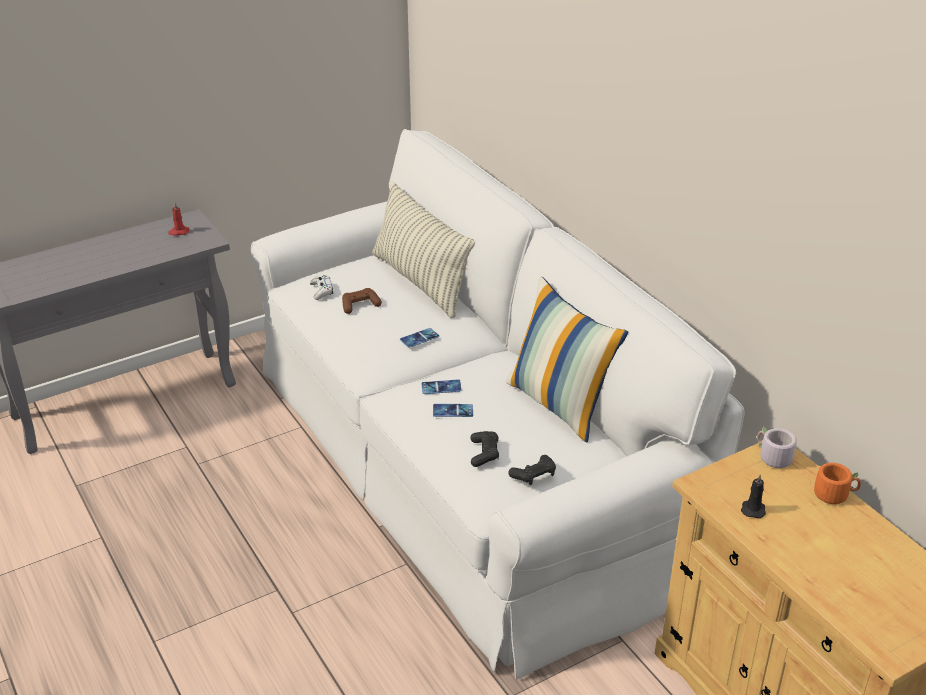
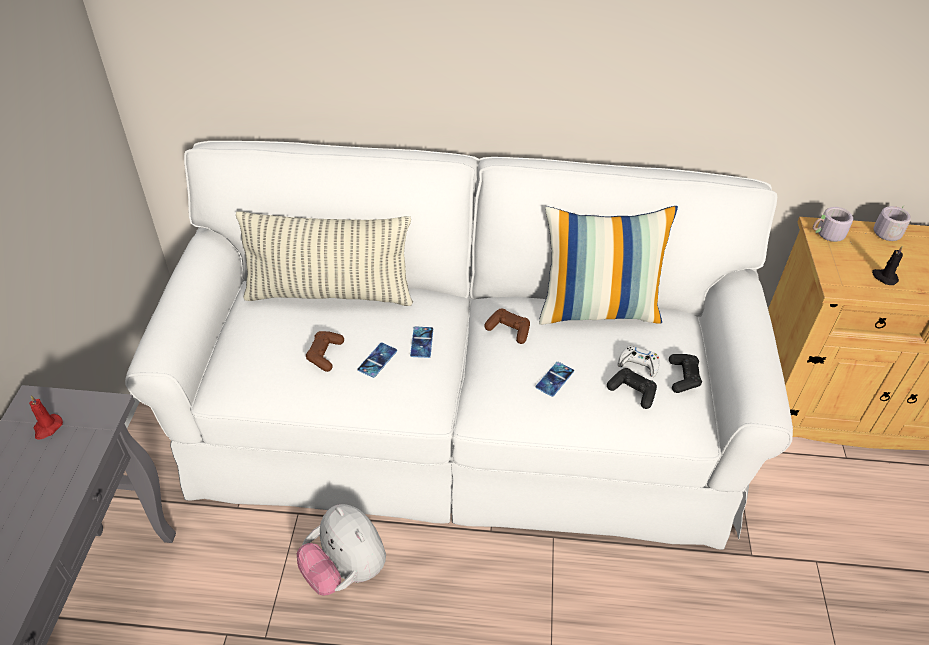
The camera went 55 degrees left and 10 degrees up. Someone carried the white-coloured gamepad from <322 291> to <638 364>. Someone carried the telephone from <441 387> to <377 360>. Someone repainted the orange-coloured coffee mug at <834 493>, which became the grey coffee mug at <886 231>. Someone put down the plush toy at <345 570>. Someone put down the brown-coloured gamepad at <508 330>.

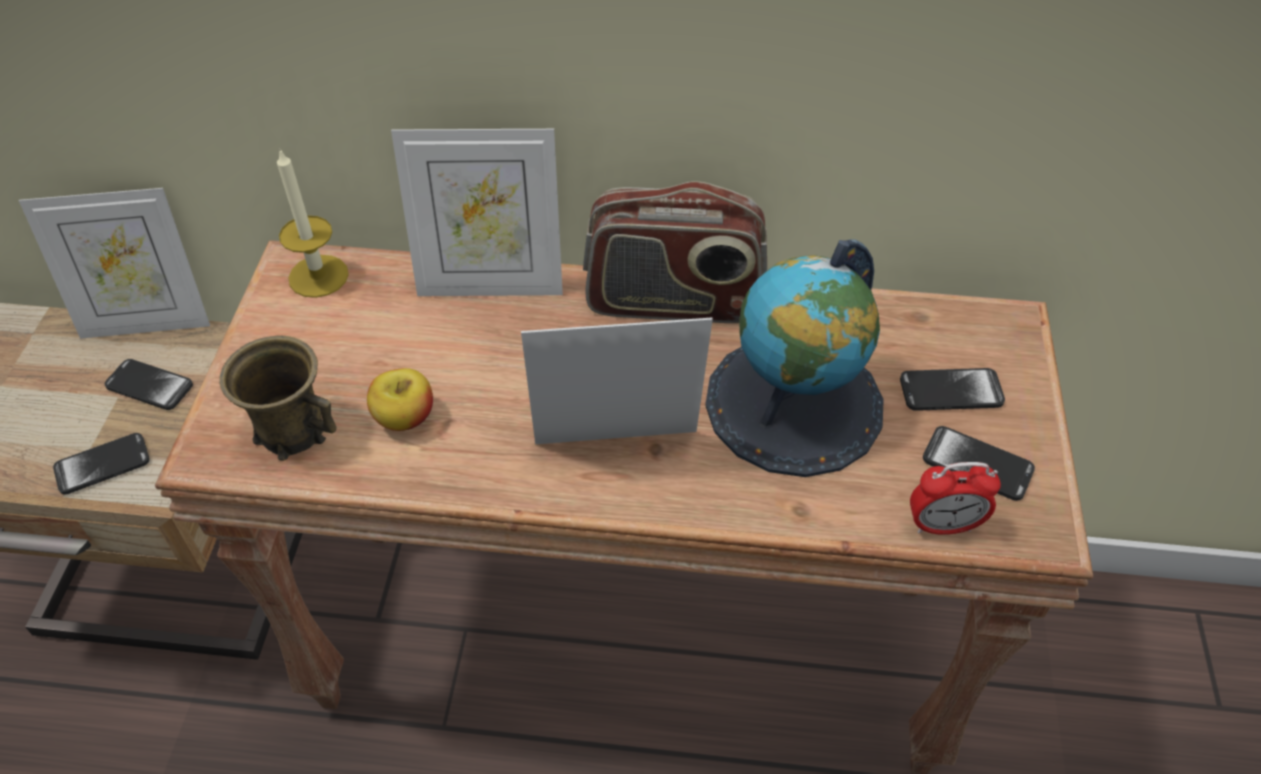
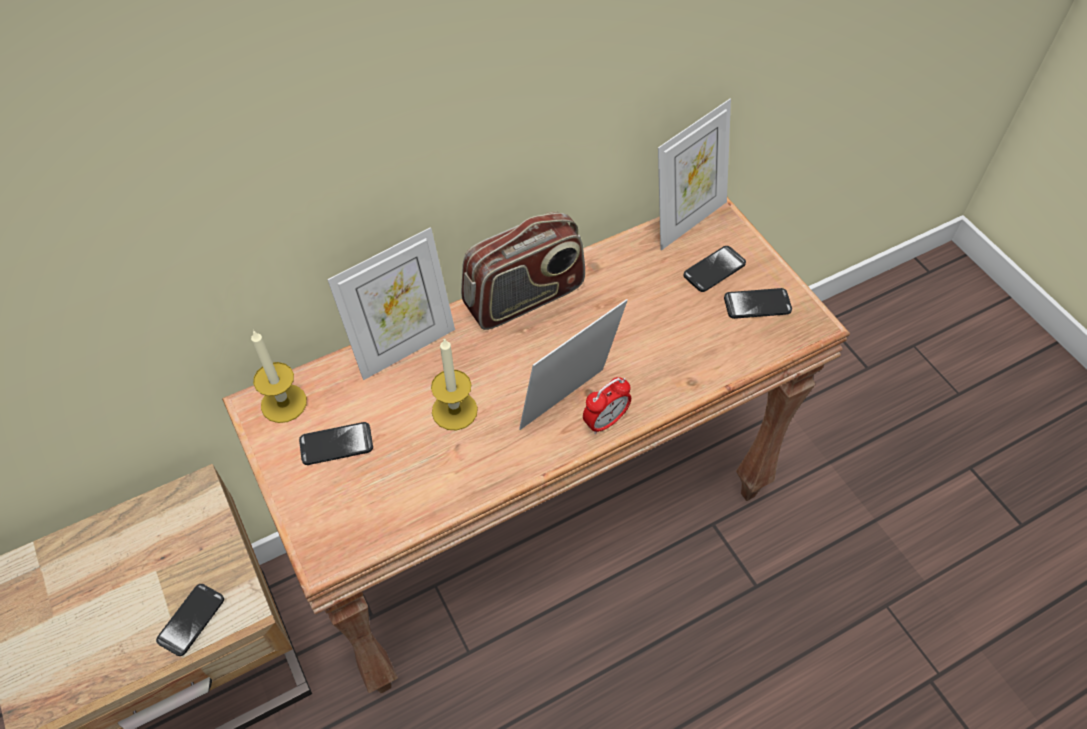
The camera went 35 degrees left and 5 degrees up. Someone carried the photo frame from <147 322> to <686 220>. Someone carried the telephone from <149 386> to <336 444>. Someone took away the brown-coloured coffee mug at <293 430>. Someone took away the whole apple at <404 417>. Someone took away the globe at <794 404>. Someone carried the bedside clock from <943 525> to <605 421>. Someone put down the wax light at <454 410>.

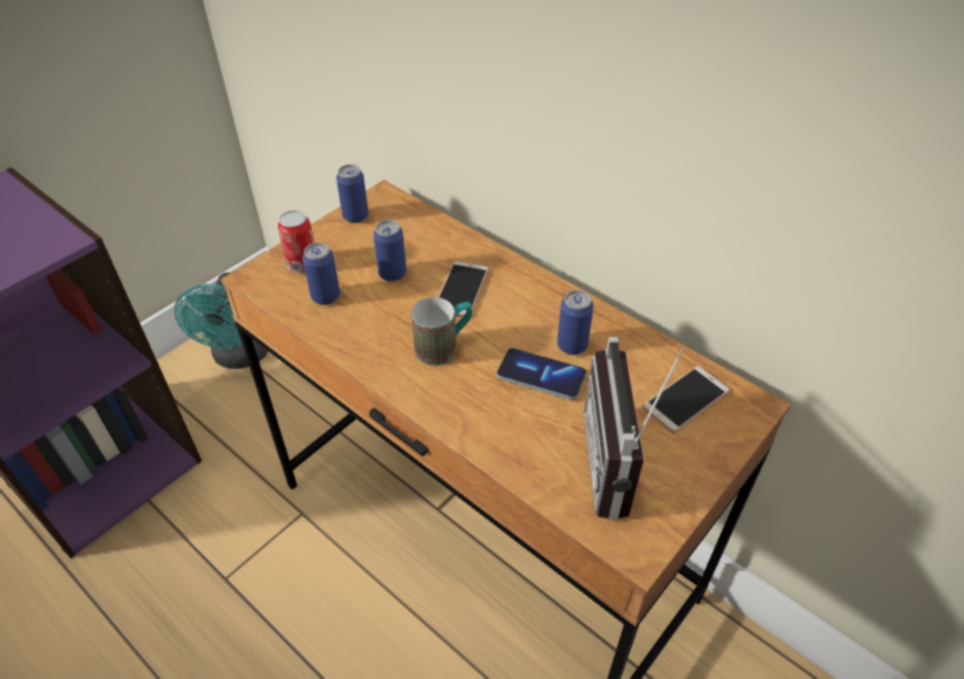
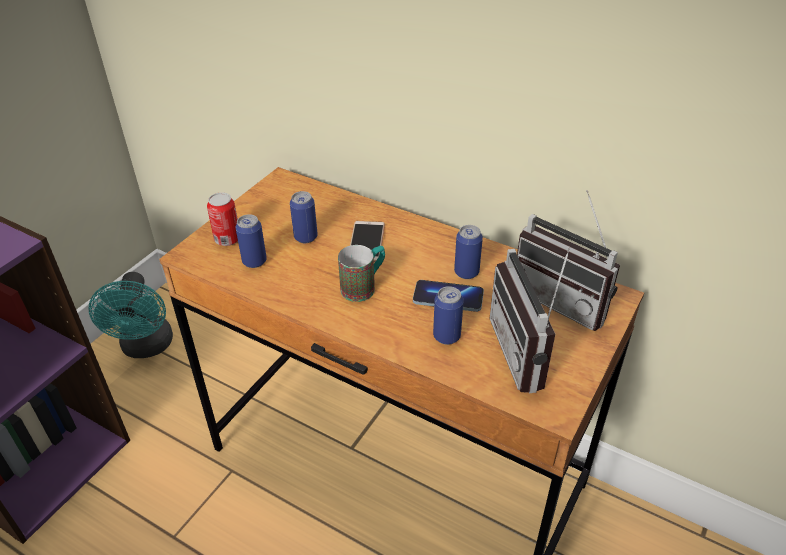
The camera went 10 degrees left and 5 degrees down. Someone carried the can from <355 216> to <446 336>. Someone swapped the telephone at <685 400> for the radio at <565 300>.

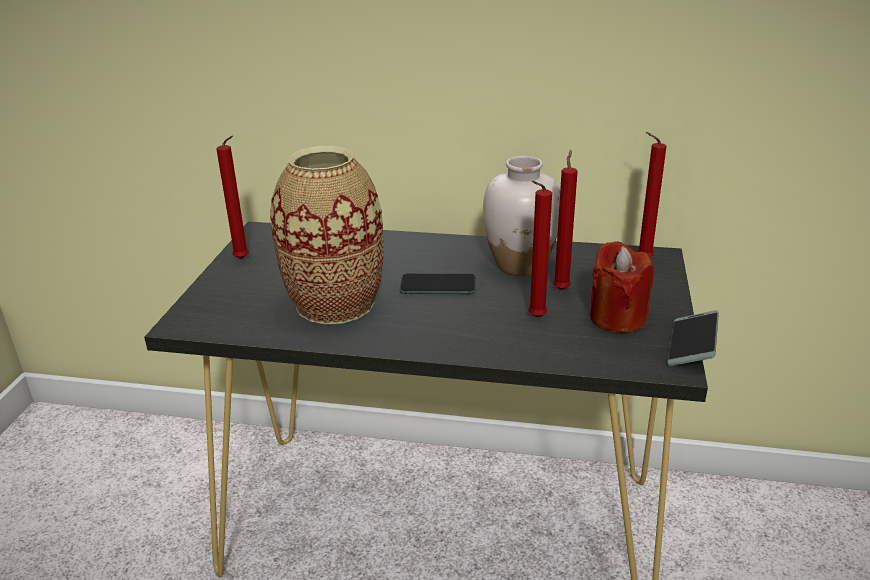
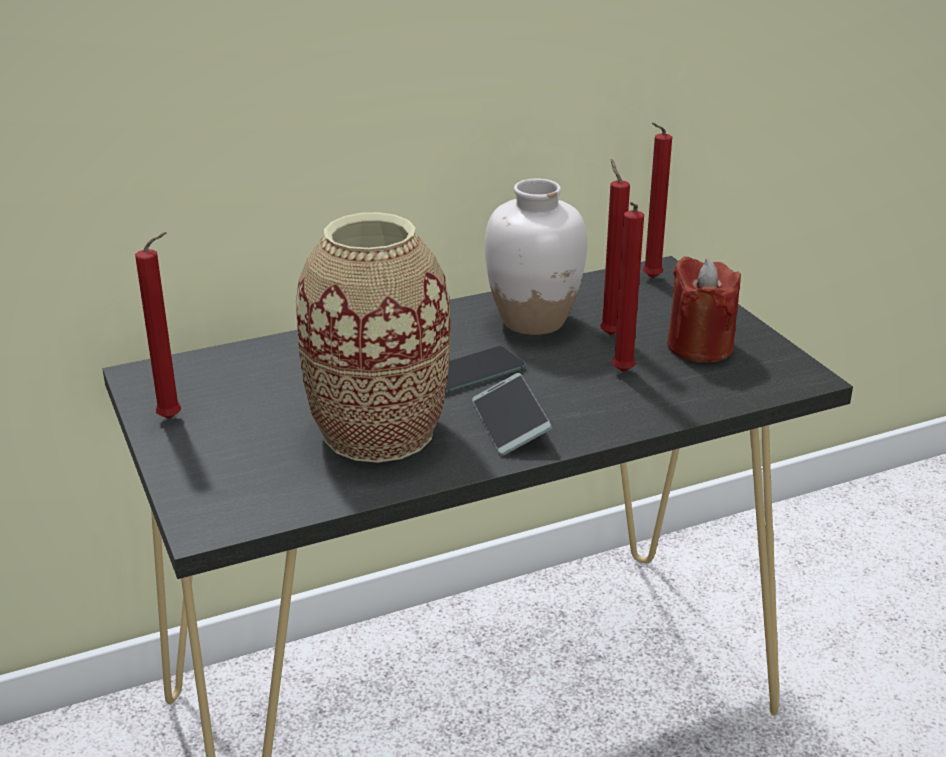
The camera went 35 degrees left and 0 degrees up. Someone carried the telephone from <692 346> to <510 424>.

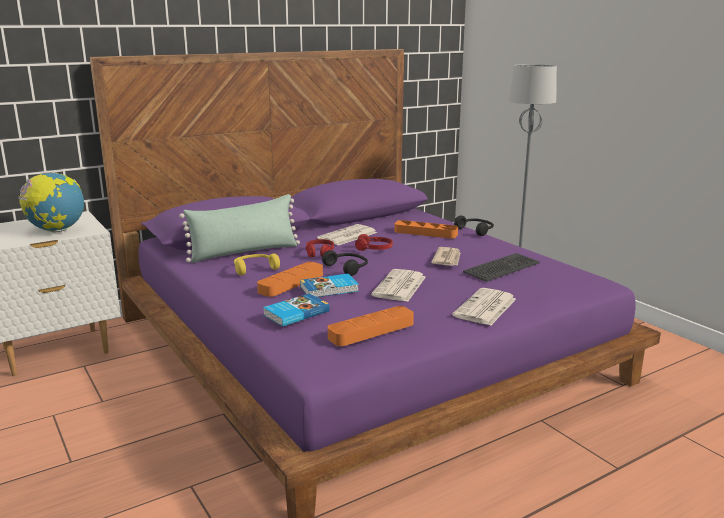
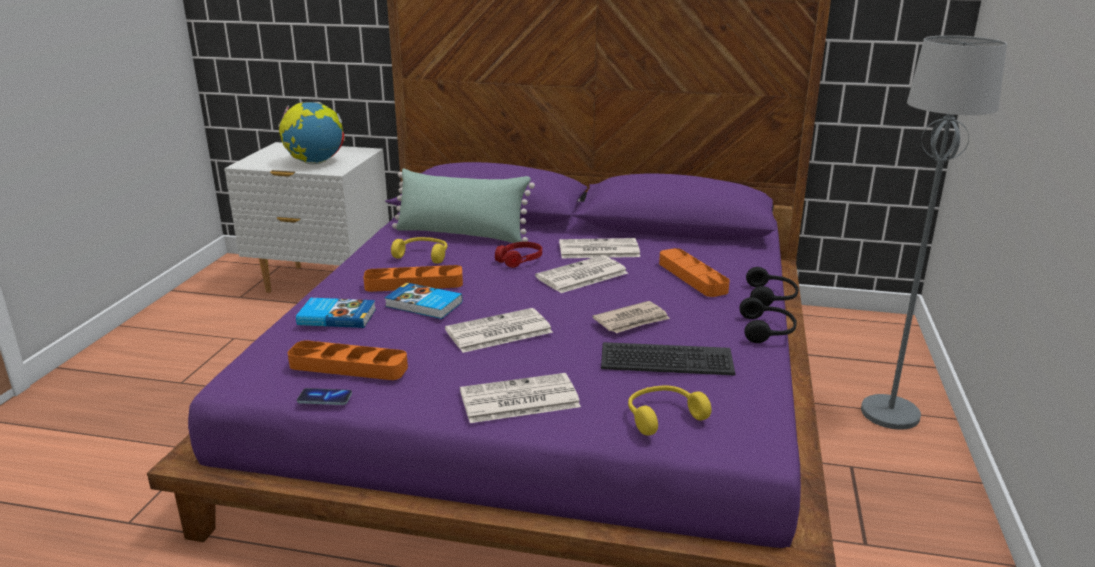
The camera went 45 degrees right and 5 degrees up. Someone carried the black-coloured headset from <348 268> to <767 330>. Someone swapped the red-coloured headset at <374 249> for the printed paper at <581 276>. Someone put down the telephone at <324 398>. Someone put down the yellow headset at <662 416>.

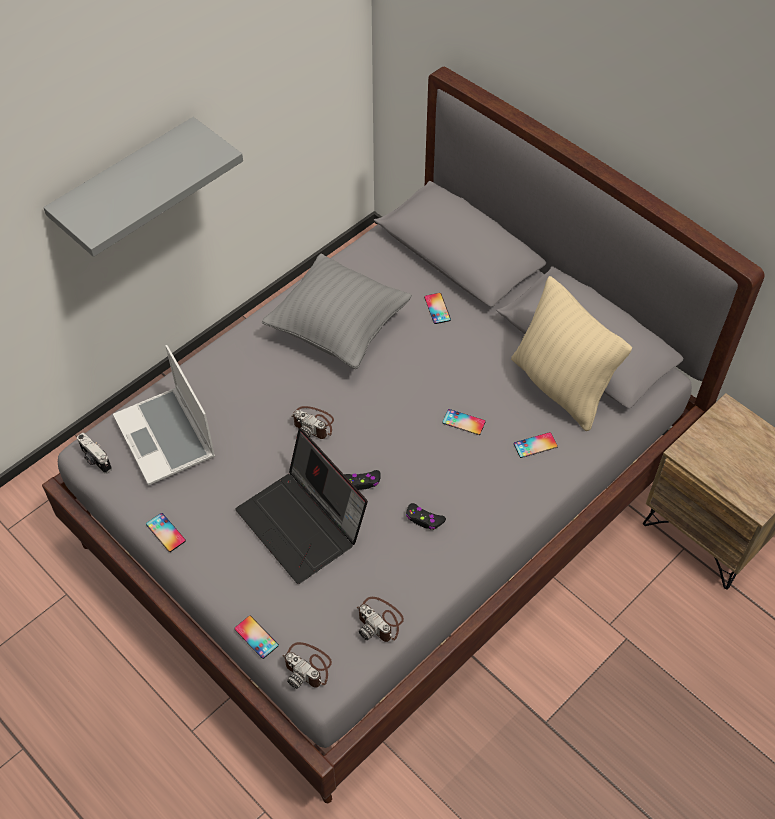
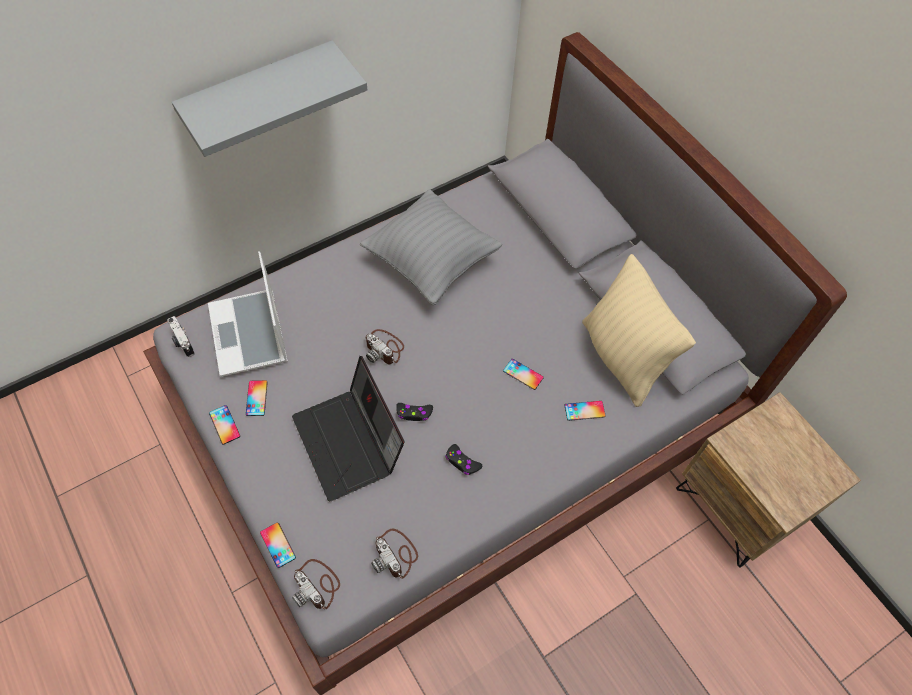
The camera went 10 degrees right and 5 degrees up. Someone carried the telephone from <437 308> to <256 398>.

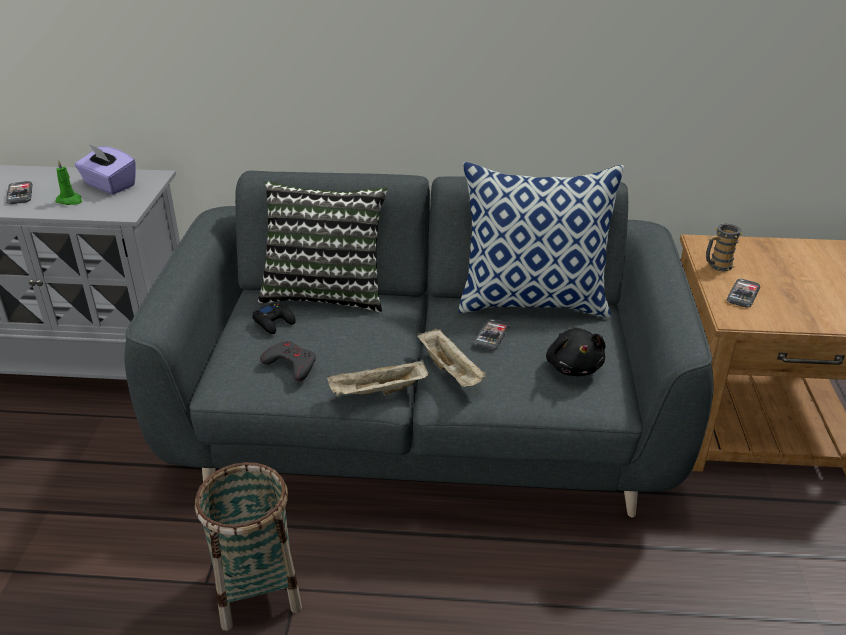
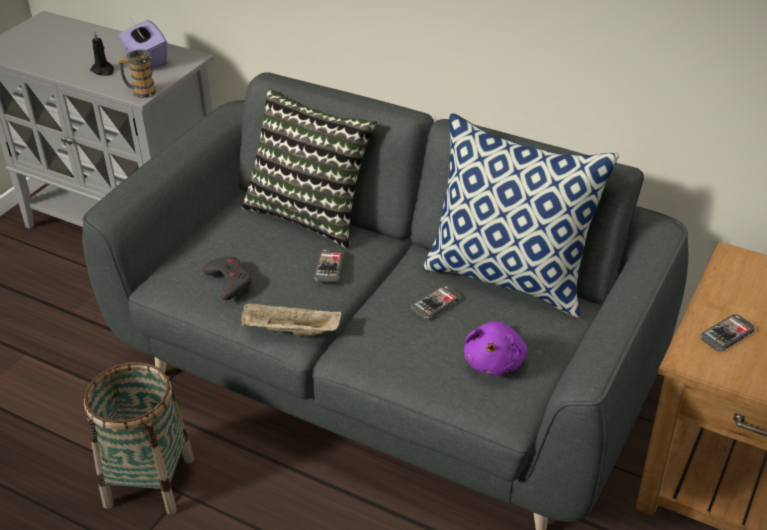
The camera went 25 degrees right and 5 degrees up. Someone carried the telephone from <20 194> to <329 267>. Someone repainted the green-coloured wax light at <70 201>, which became the black-coloured wax light at <103 70>. Someone took away the black-coloured gamepad at <274 322>. Someone took away the sand-coloured tray at <451 371>. Someone repainted the black-coloured plush toy at <573 366>, which became the purple plush toy at <494 361>. Someone carried the coffee mug from <717 266> to <140 92>.

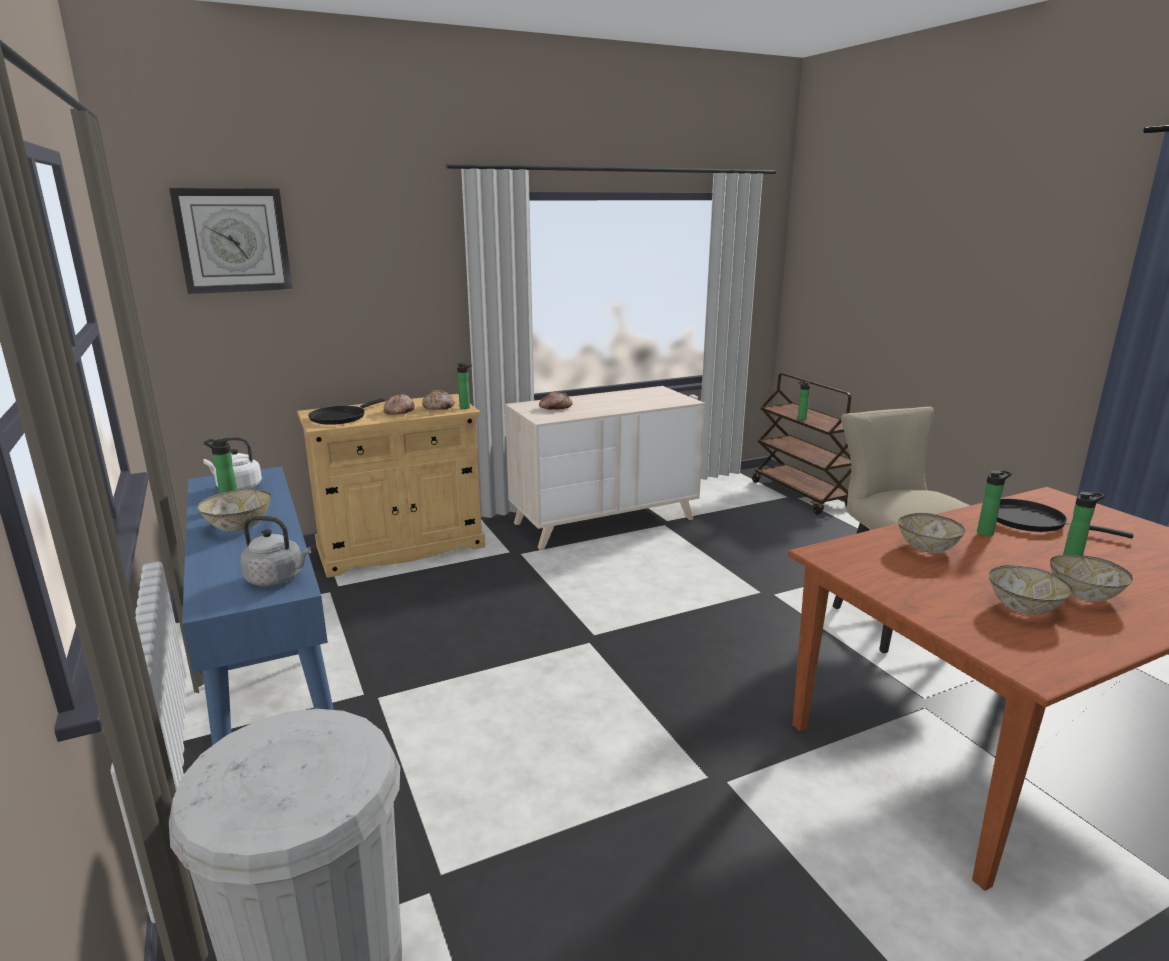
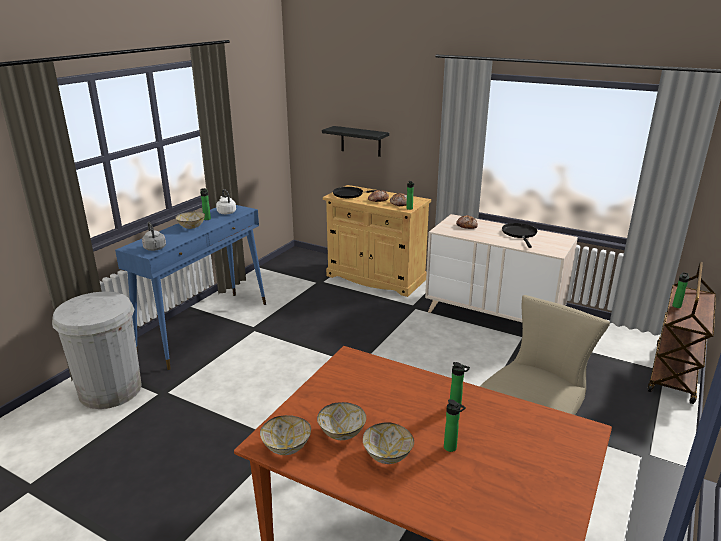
The camera went 55 degrees right and 5 degrees up. Someone took away the clock on the wall at <233 240>. Someone carried the bowl from <927 548> to <287 447>. Someone carried the black-coloured pan from <1030 521> to <519 234>. Someone put up the black-coloured shelf at <360 141>.

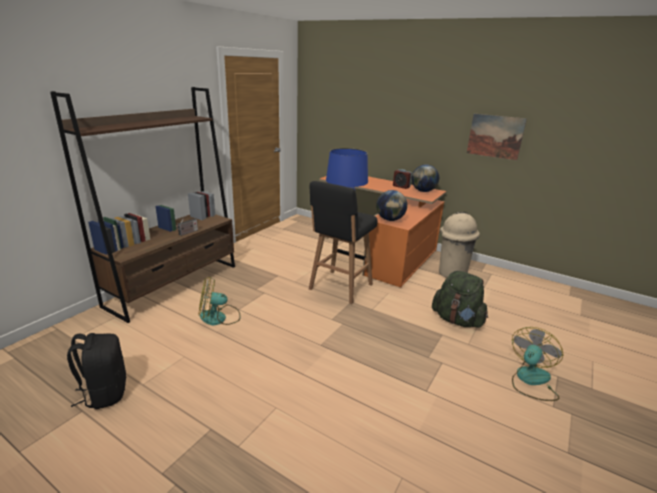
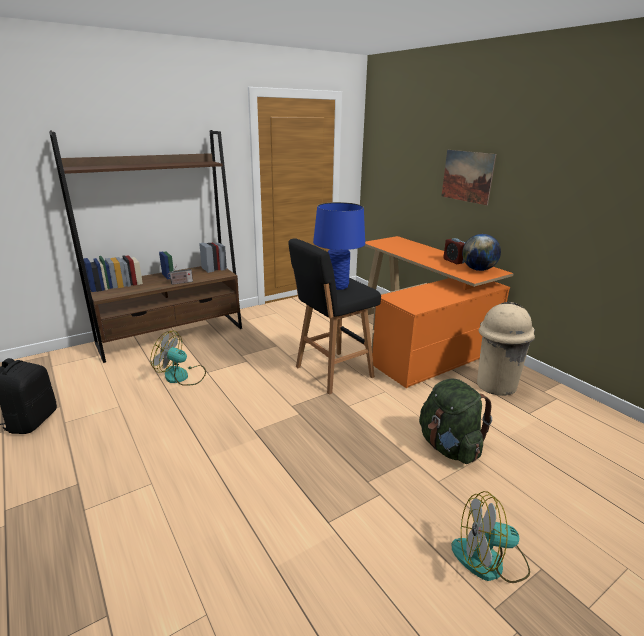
The camera went 25 degrees right and 0 degrees up. Someone took away the globe at <390 219>. Someone carried the wall art from <495 136> to <467 176>. Someone rotated the cooling fan at <530 381> by 150 degrees counterclockwise.

